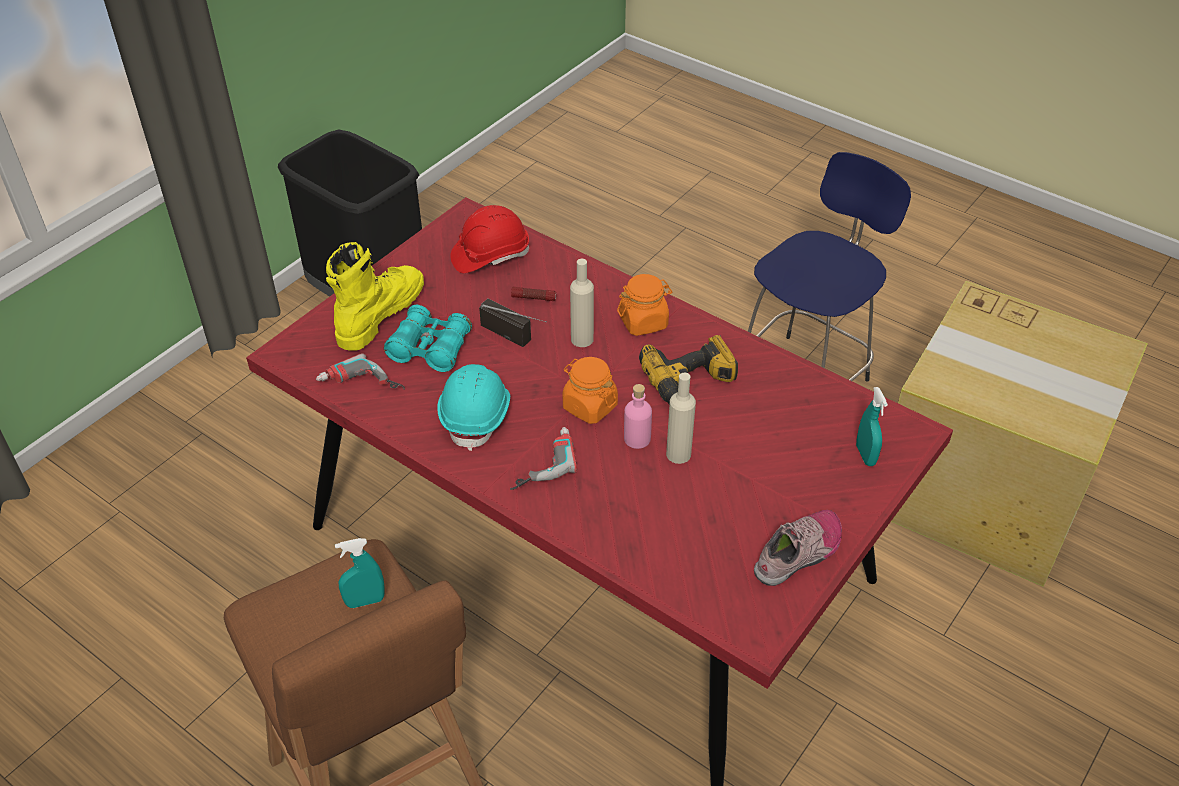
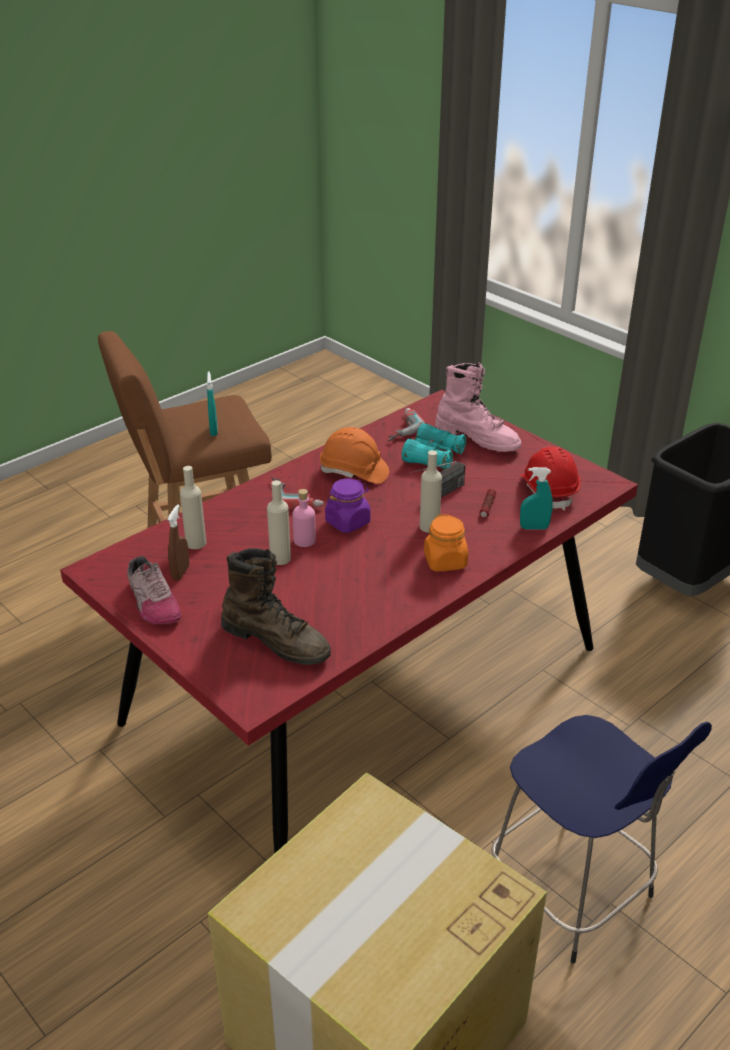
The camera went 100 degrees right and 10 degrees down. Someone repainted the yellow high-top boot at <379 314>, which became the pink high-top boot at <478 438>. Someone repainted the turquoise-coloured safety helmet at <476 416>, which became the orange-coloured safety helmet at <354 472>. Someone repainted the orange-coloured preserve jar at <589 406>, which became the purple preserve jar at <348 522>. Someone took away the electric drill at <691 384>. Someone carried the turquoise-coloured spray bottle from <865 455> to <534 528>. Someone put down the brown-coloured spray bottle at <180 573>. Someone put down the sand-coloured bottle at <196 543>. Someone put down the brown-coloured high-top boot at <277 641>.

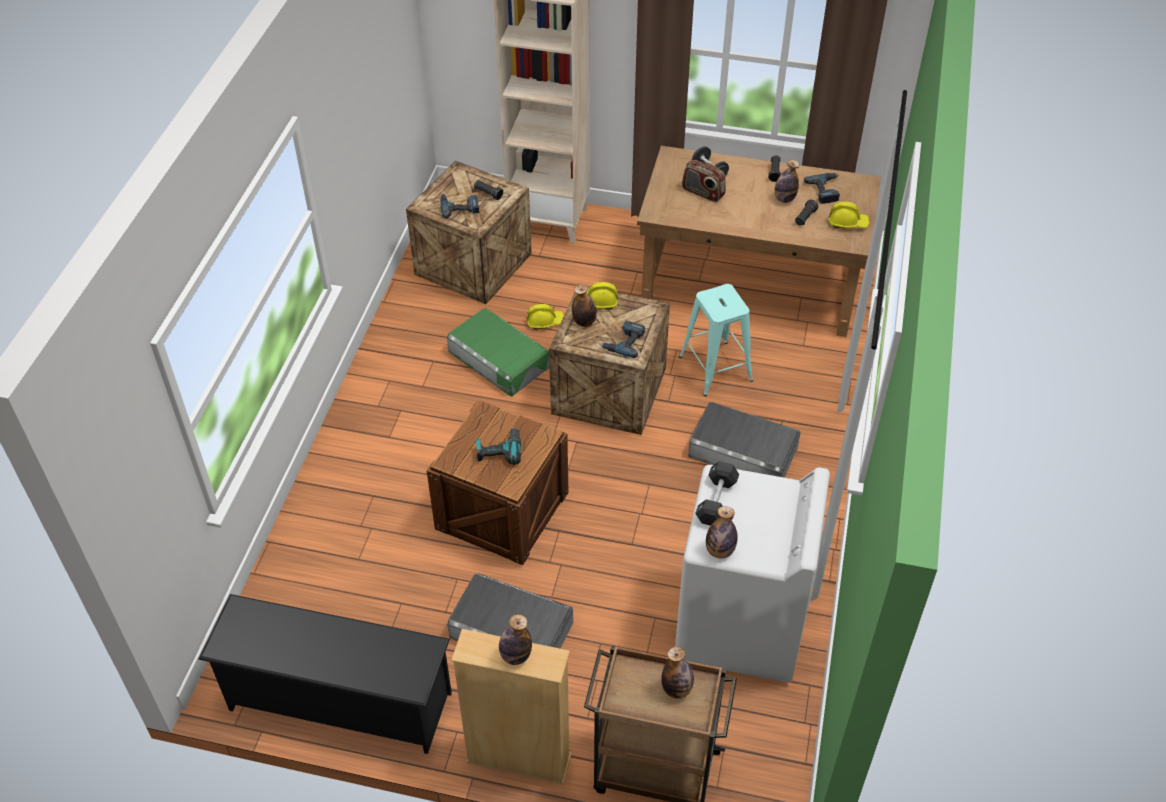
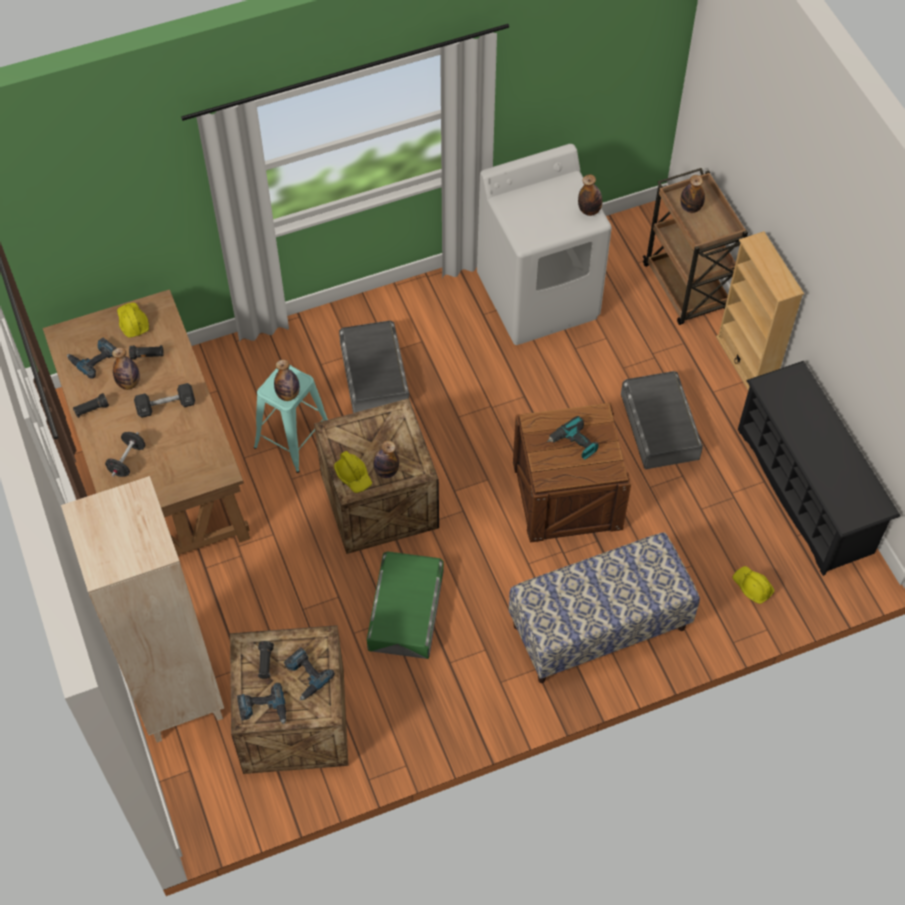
The camera went 125 degrees left and 10 degrees up. Someone carried the bottle from <515 656> to <288 395>. Someone carried the yellow safety helmet from <545 322> to <752 587>. Someone carried the electric drill from <624 342> to <263 709>. Someone took away the radio at <703 192>. Someone carried the black-coloured dumbbell from <716 501> to <166 406>. Someone put down the indoor bench at <598 628>.

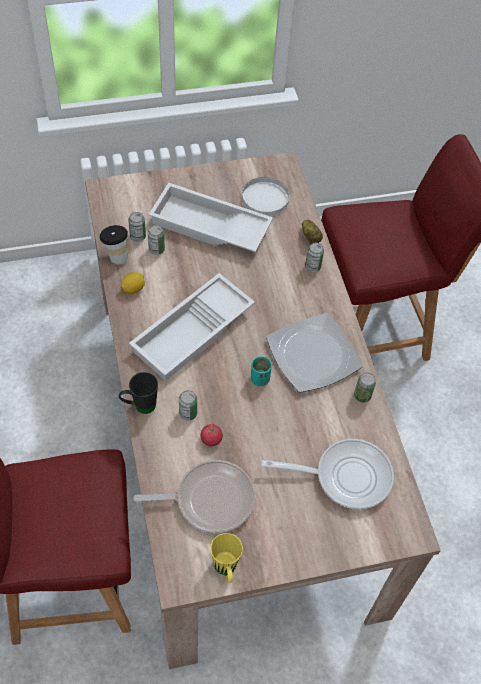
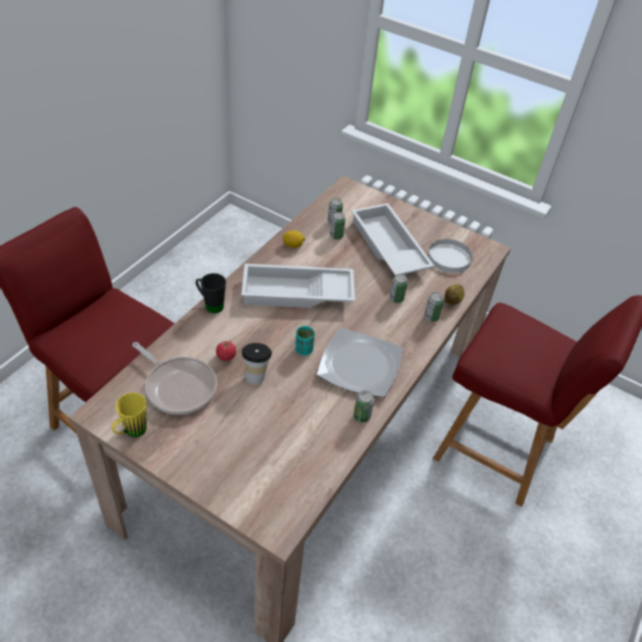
The camera went 45 degrees right and 10 degrees down. Someone carried the cup from <116 256> to <256 374>. Someone carried the can from <188 413> to <396 298>. Someone took away the pan at <346 476>.

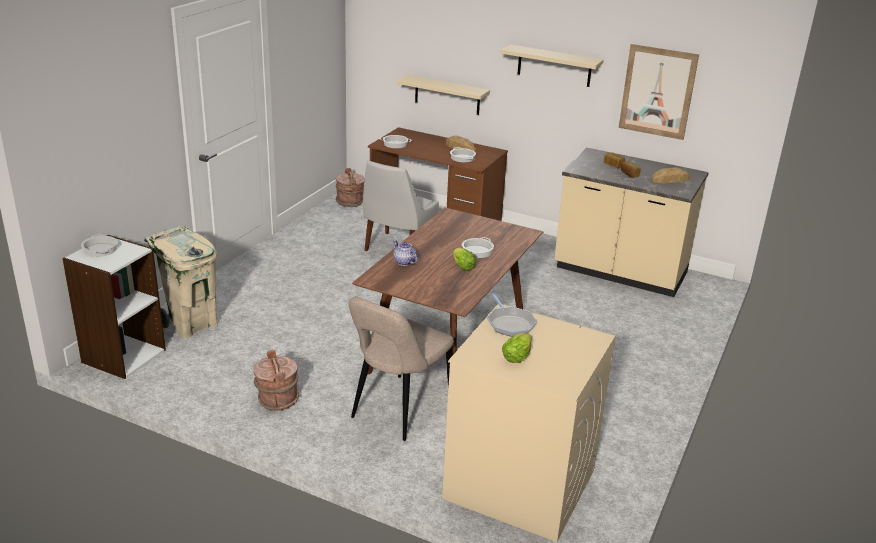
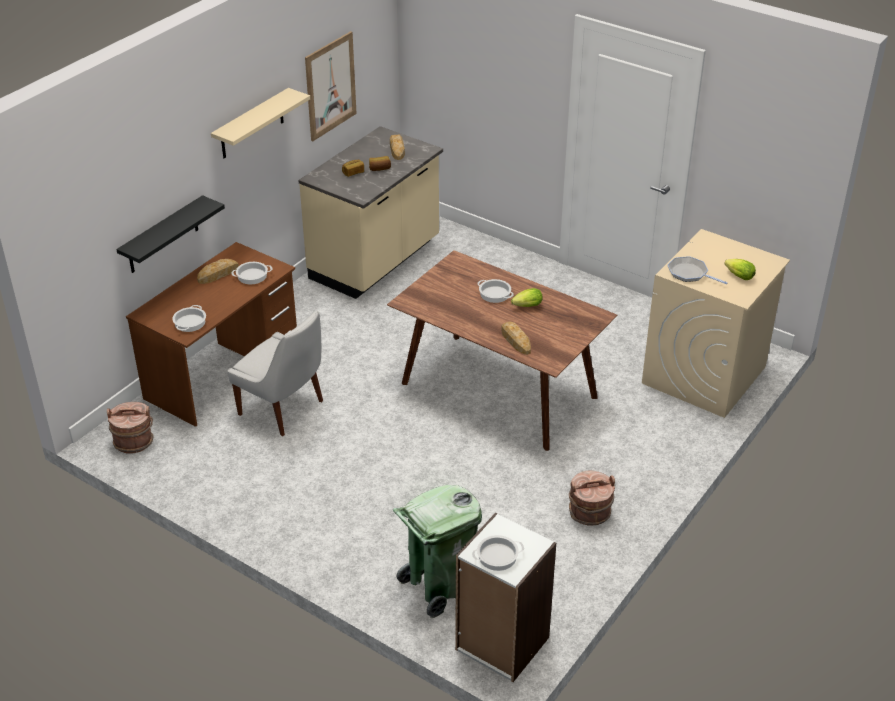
The camera went 80 degrees left and 10 degrees up. Someone repainted the sand-coloured waste bin at <191 324>, which became the green-coloured waste bin at <438 587>. Someone took away the sand-coloured upright chair at <398 410>. Someone swapped the tea pot at <404 262> for the bakery bread at <515 340>. Someone repainted the sand-coloured shelf at <447 95>, which became the black-coloured shelf at <163 236>. Someone rotated the pan at <509 323> by 135 degrees counterclockwise.

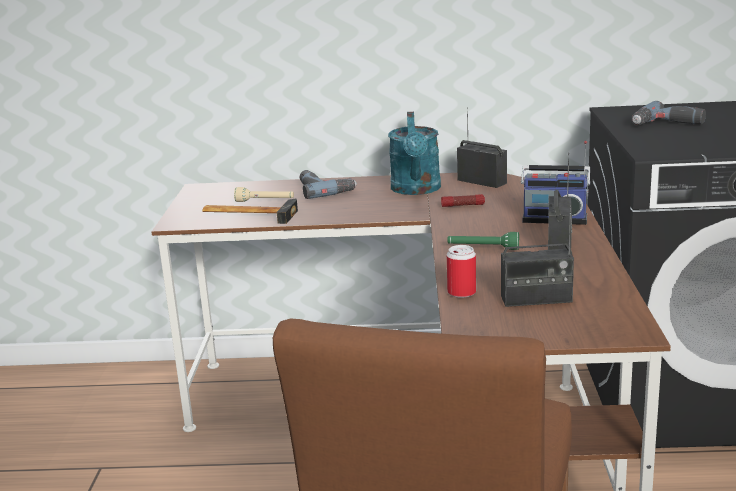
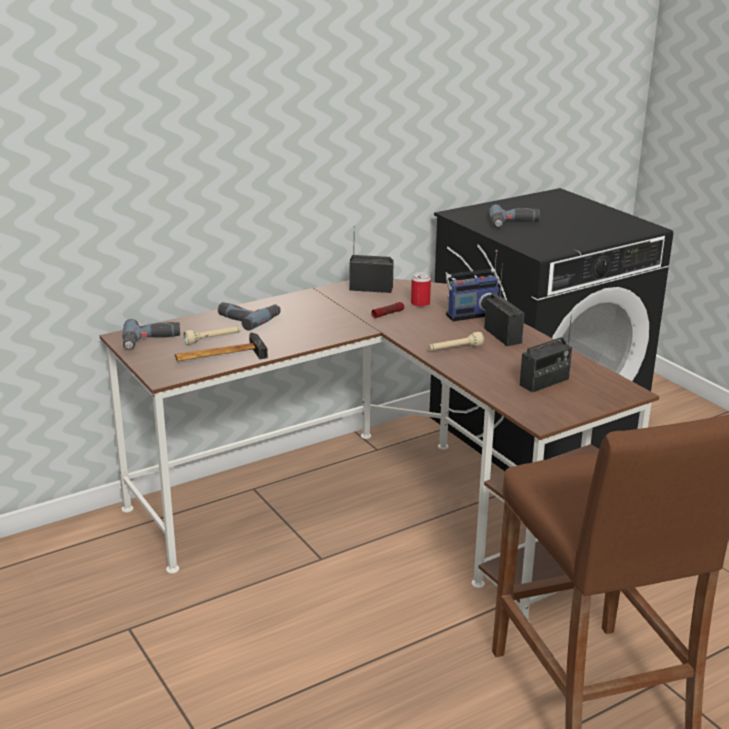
The camera went 35 degrees left and 5 degrees up. Someone took away the turquoise-coloured sprinkling can at <416 190>. Someone carried the can from <461 292> to <420 304>. Someone repainted the green-coloured flashlight at <483 248>, which became the sand-coloured flashlight at <455 349>. Someone put down the electric drill at <151 341>.

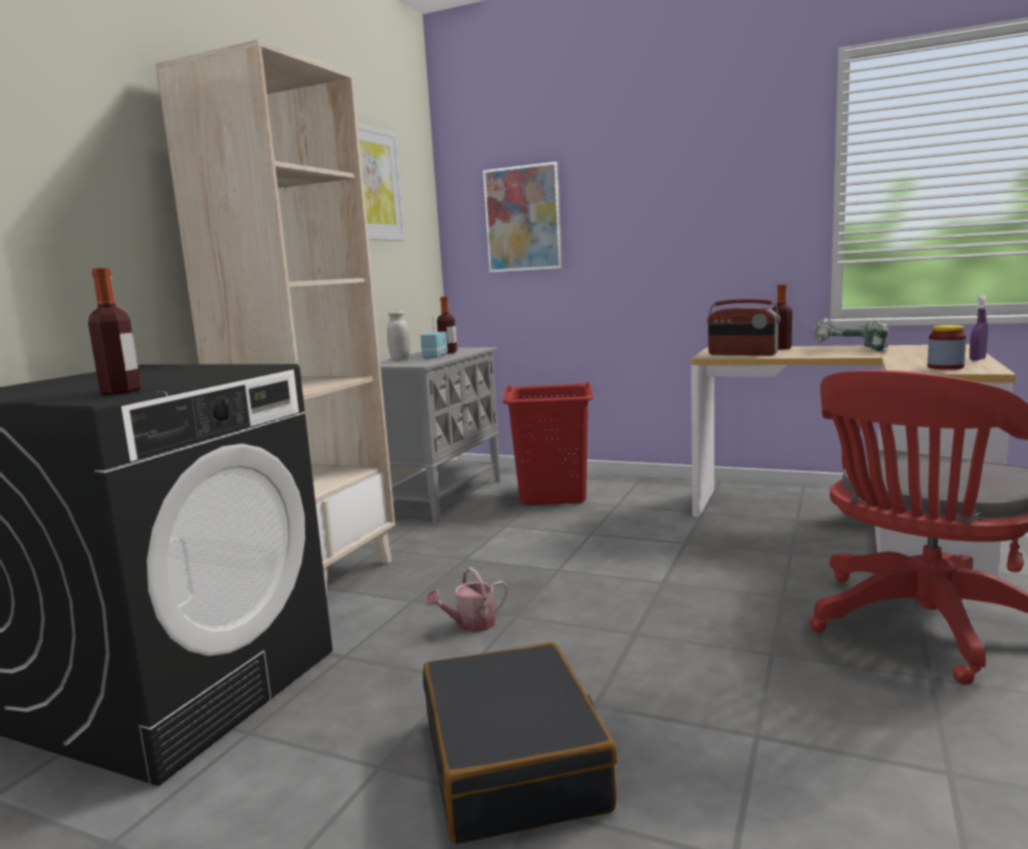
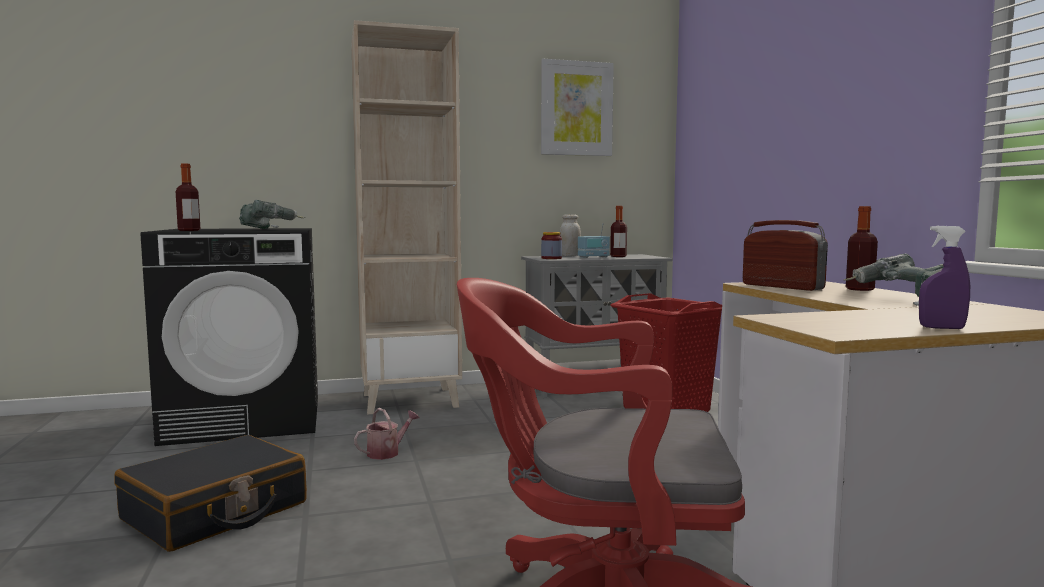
The camera went 50 degrees right and 5 degrees down. Someone rotated the sprinkling can at <470 625> by 120 degrees clockwise. Someone took away the wall art at <523 219>. Someone rotated the radio at <742 354> by 150 degrees clockwise. Someone carried the preserve jar from <945 367> to <551 258>. Someone put down the electric drill at <270 229>.

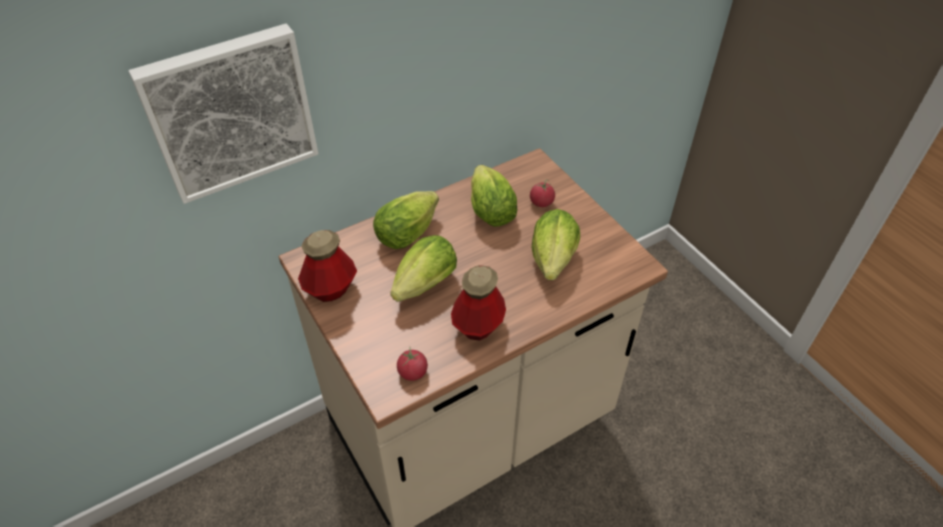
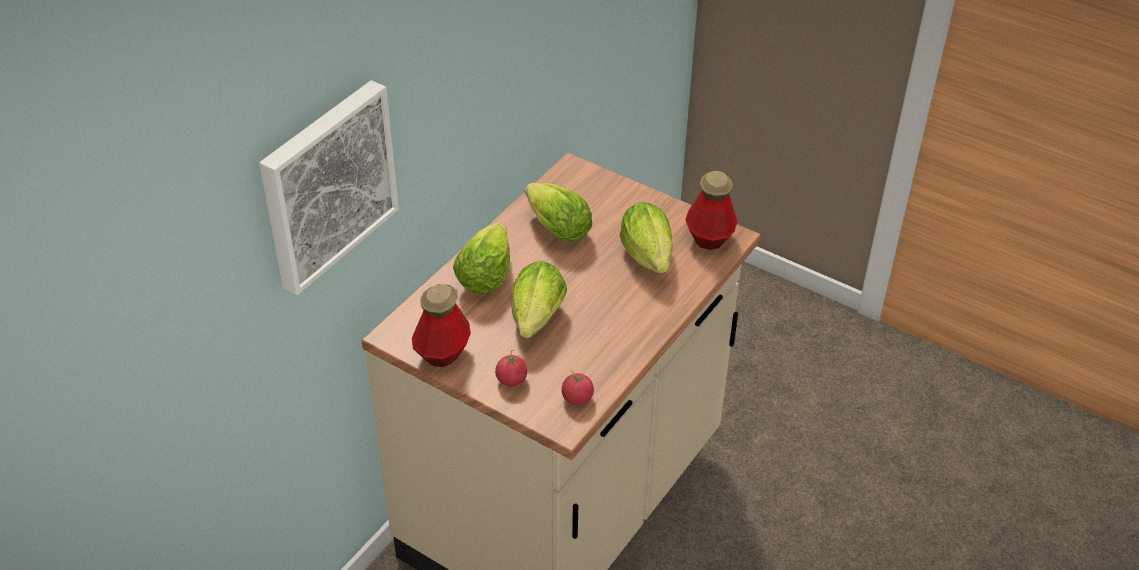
The camera went 25 degrees left and 5 degrees down. Someone carried the bottle from <478 325> to <709 237>. Someone carried the tomato from <541 202> to <511 379>.

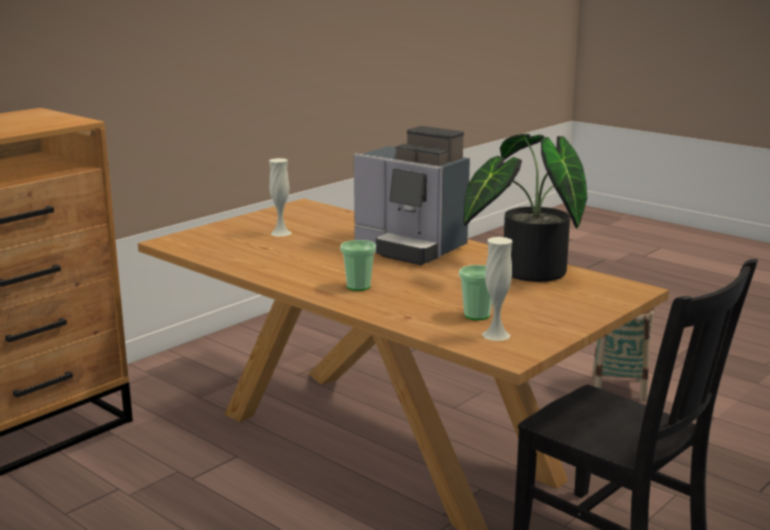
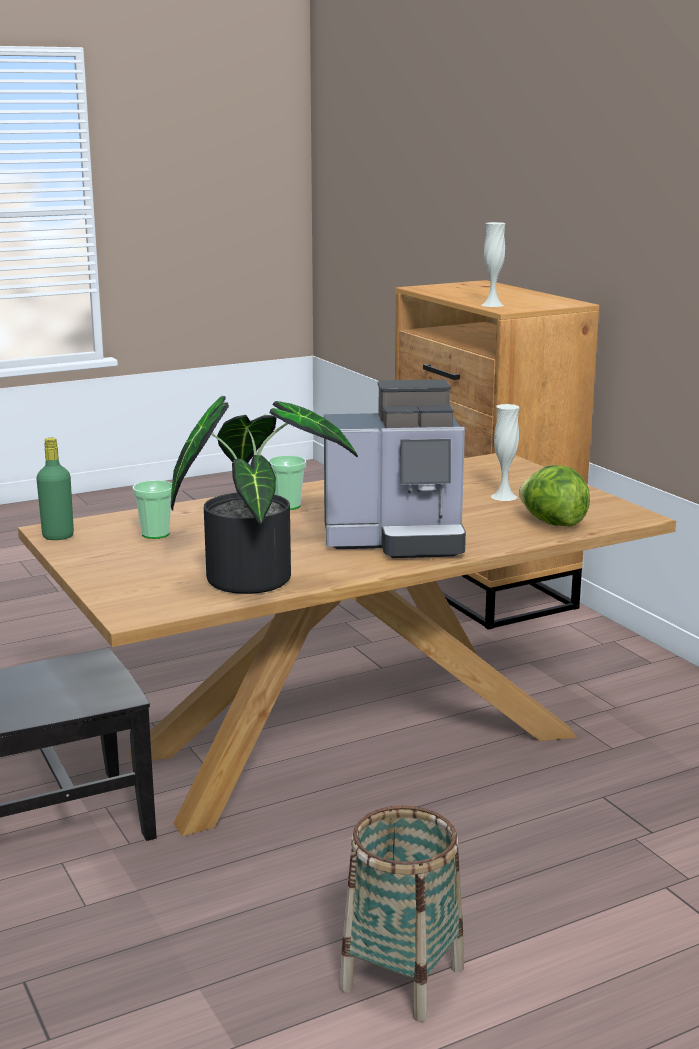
The camera went 110 degrees right and 0 degrees up. Someone rotated the coffee brewer at <410 248> by 150 degrees counterclockwise. Someone carried the white-coloured decorative vase from <496 335> to <492 305>. Someone put down the green-coloured bottle at <58 536>. Someone put down the head of lettuce at <552 523>.

